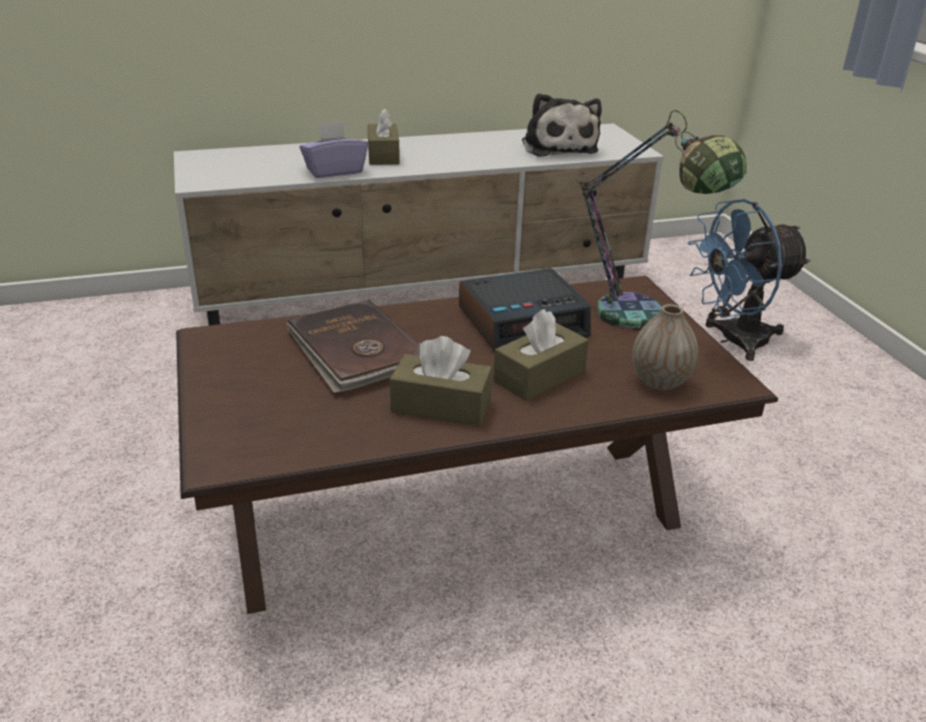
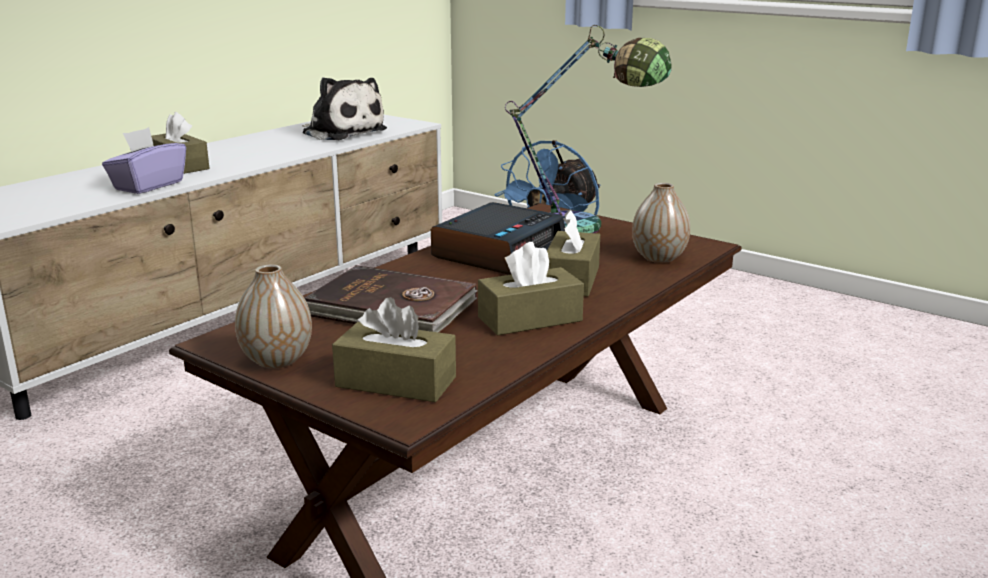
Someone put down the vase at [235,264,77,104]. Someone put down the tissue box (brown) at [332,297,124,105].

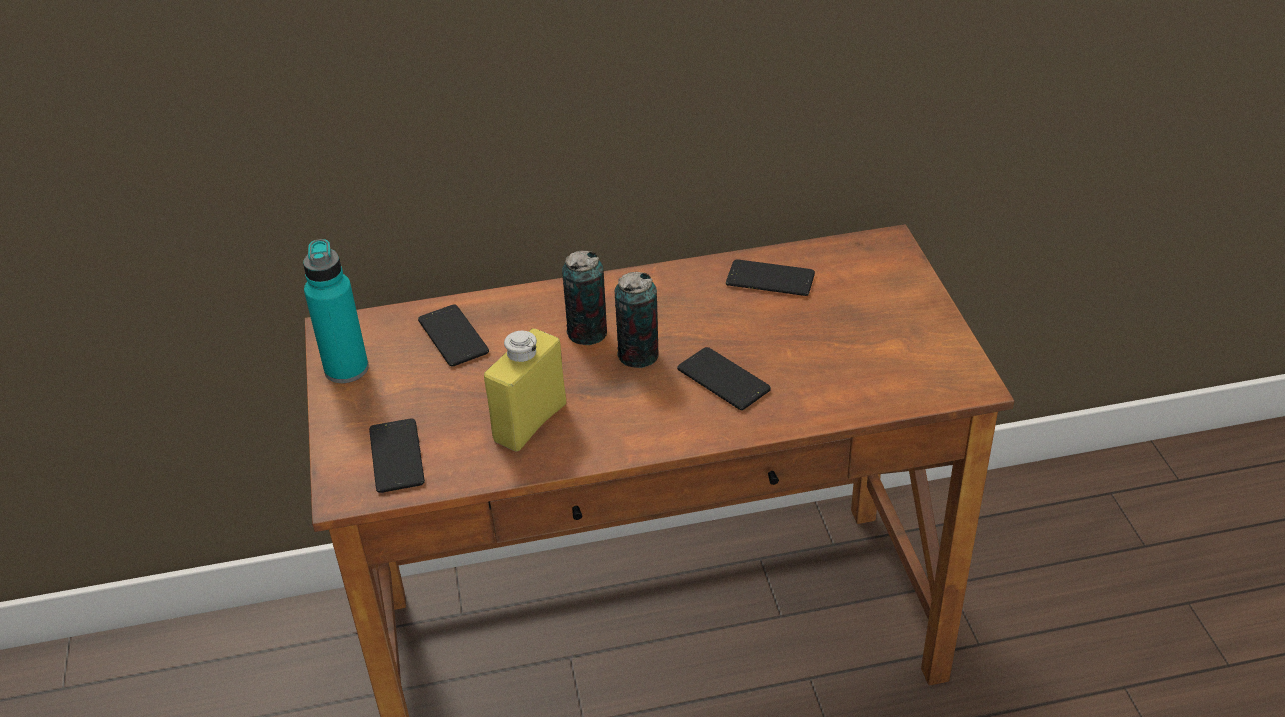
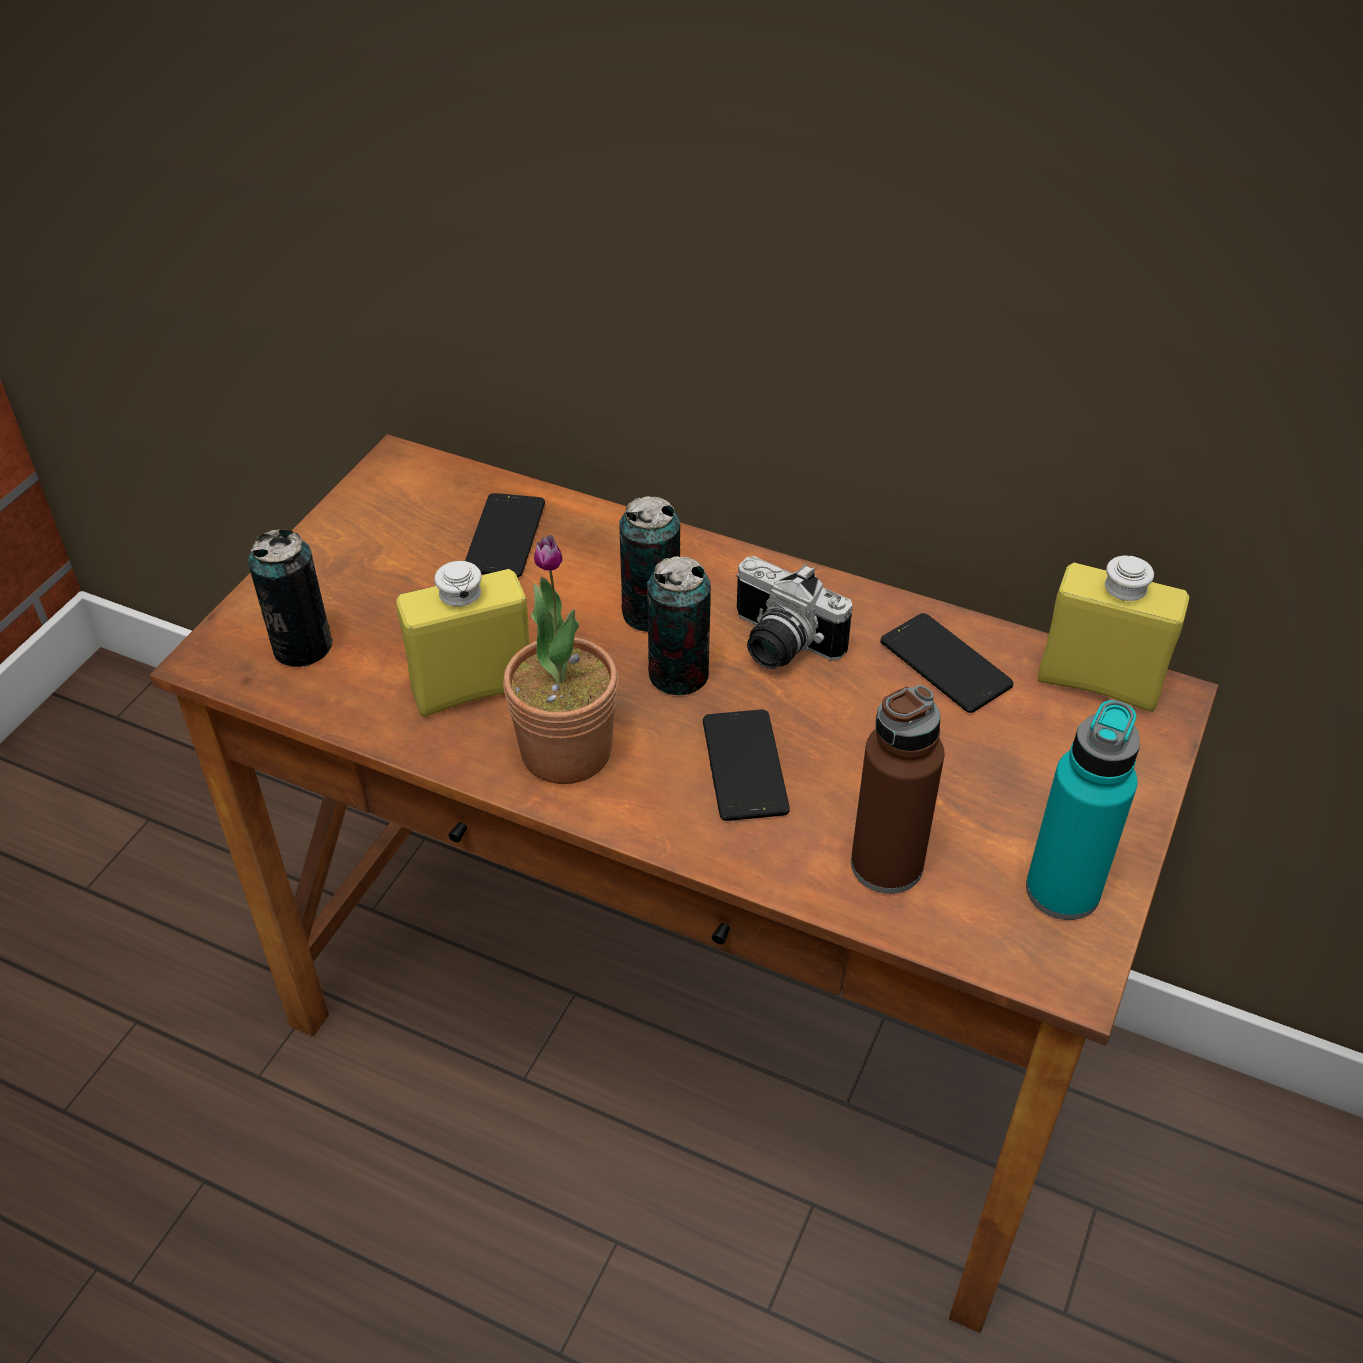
Someone swapped the phone at [369,418,56,75] for the can at [248,529,85,138]. Someone put down the potted plant at [503,535,115,249]. Someone put down the photo camera at [736,556,117,113]. Someone put down the bottle (brown) at [851,685,93,209]. Someone carried the bottle (turquoise) from [303,239,66,144] to [1026,700,114,220]. Someone put down the bottle (yellow) at [1038,554,151,158].

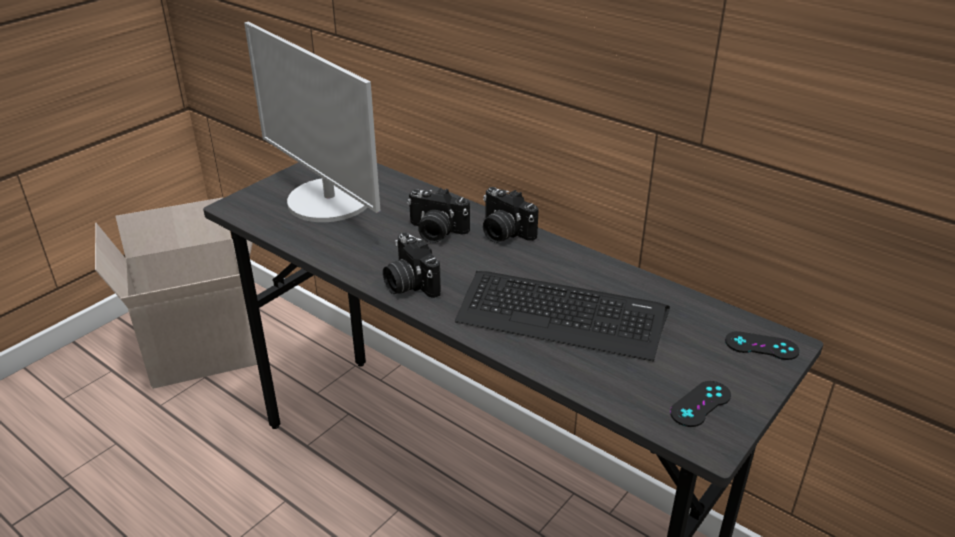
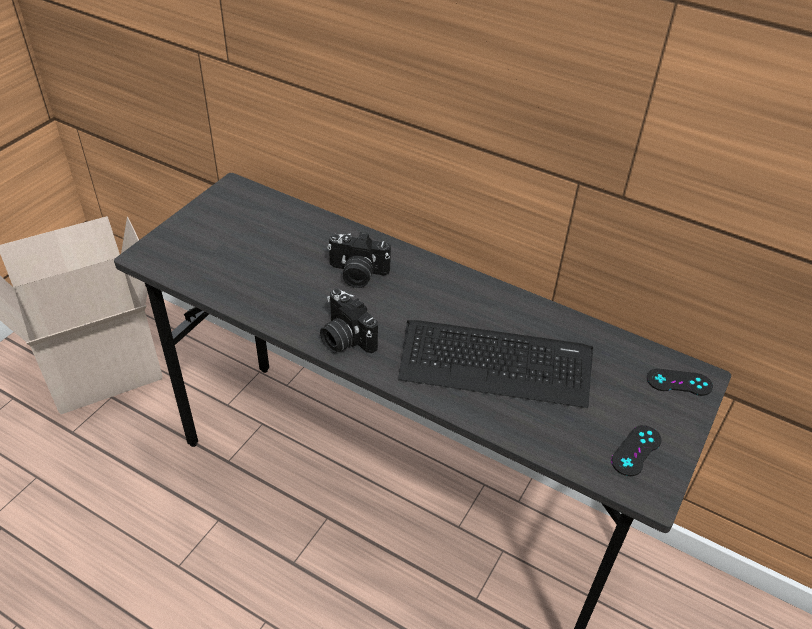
Someone took away the monitor at [244,22,137,200]. Someone took away the photo camera at [483,187,56,56].

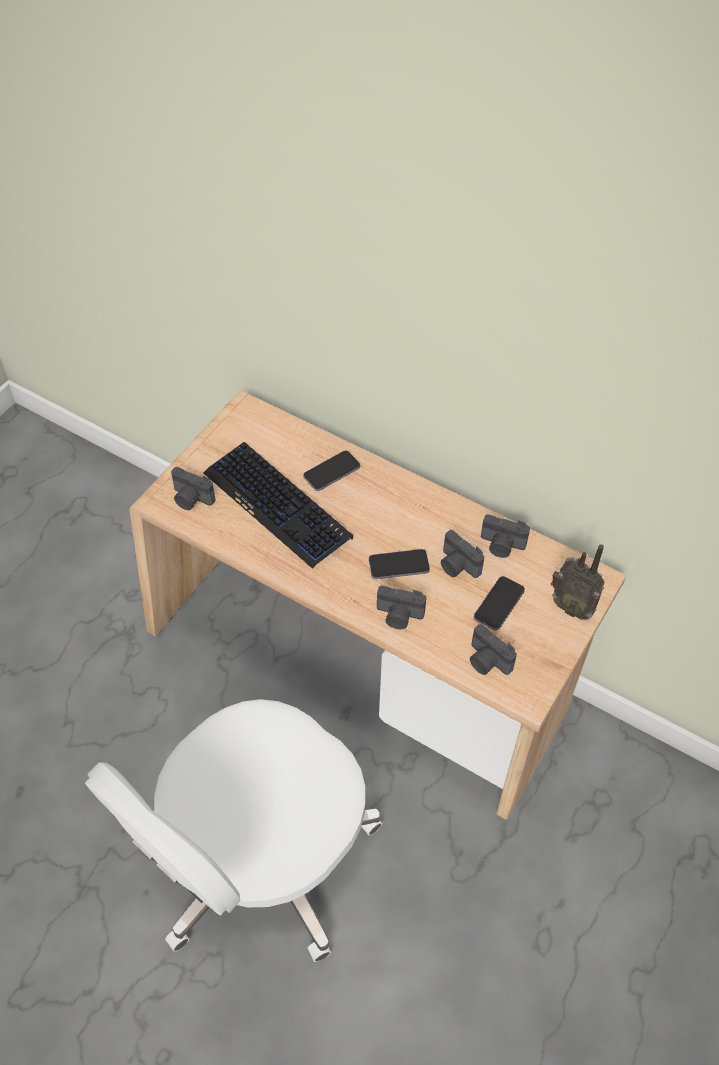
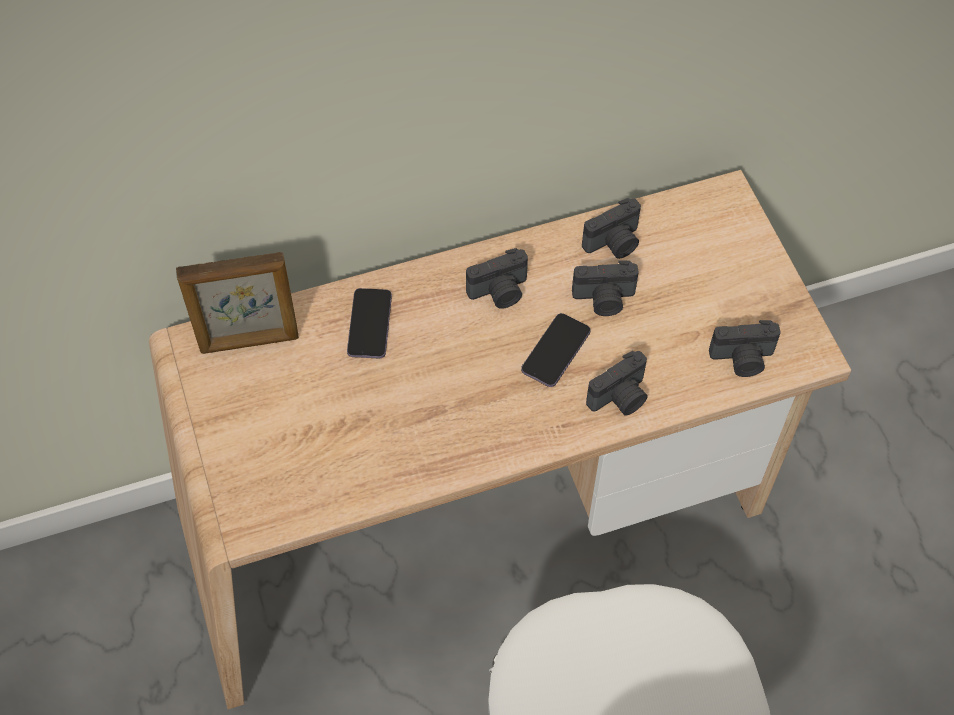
Someone put down the picture frame at [176,252,123,102]. Someone carried the photo camera from [171,467,44,43] to [466,248,62,61]. Someone took away the keyboard at [204,442,149,127]. Someone took away the phone at [474,576,51,55]. Someone took away the radio at [550,544,55,76].

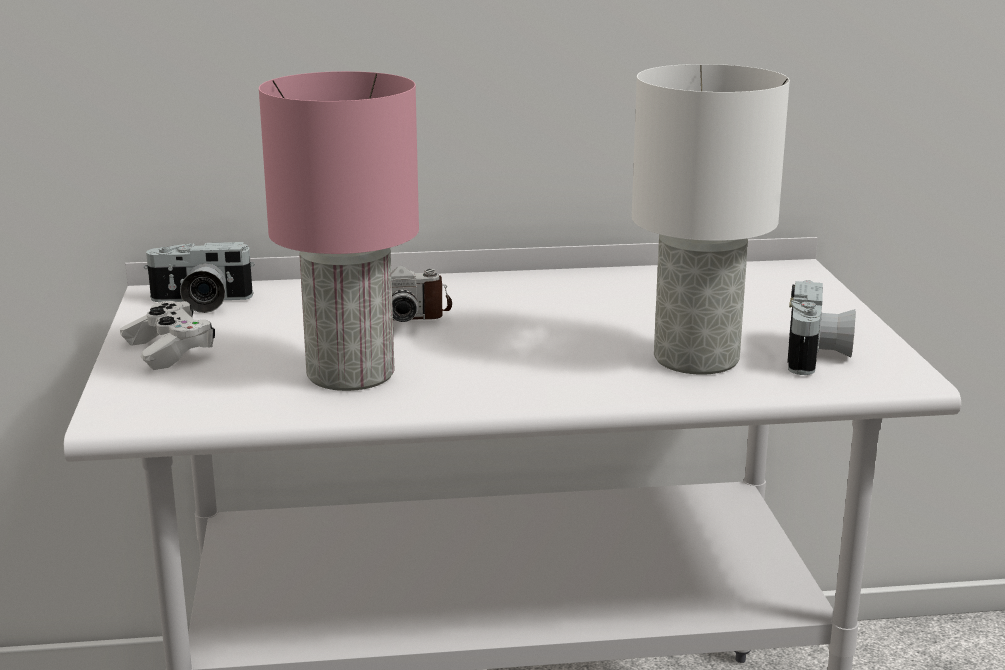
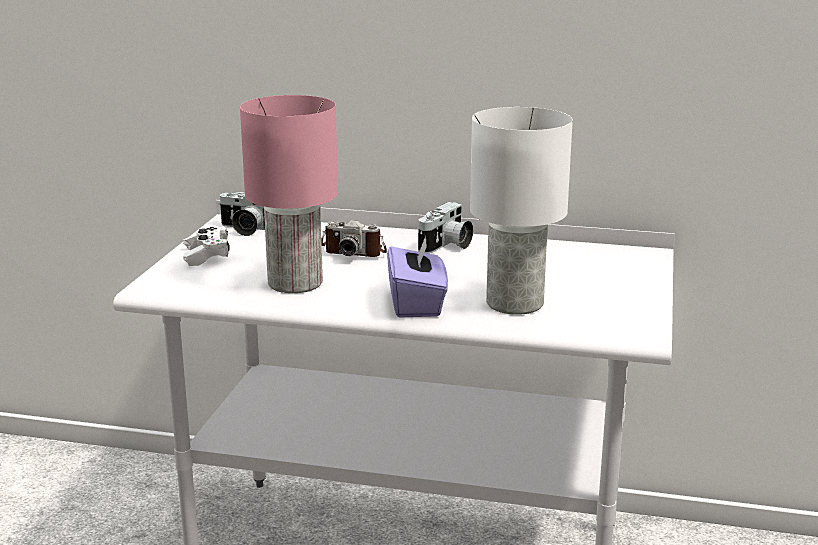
Someone put down the tissue box (purple) at [387,236,61,82]. Someone carried the photo camera from [787,280,69,95] to [418,202,55,52].

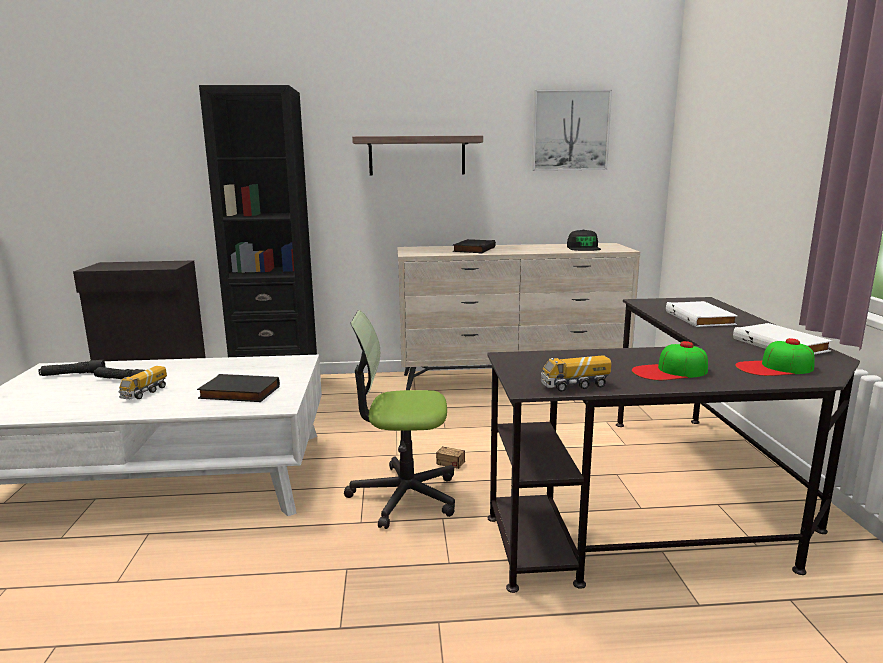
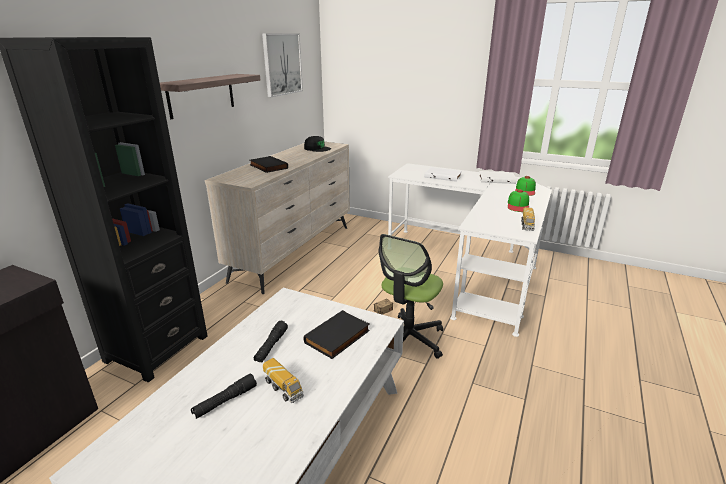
Someone carried the flashlight (black) from [38,360,67,16] to [254,321,34,41]. Someone repainted the desk (black) at [487,297,373,296], which became the desk (white) at [388,163,164,174].

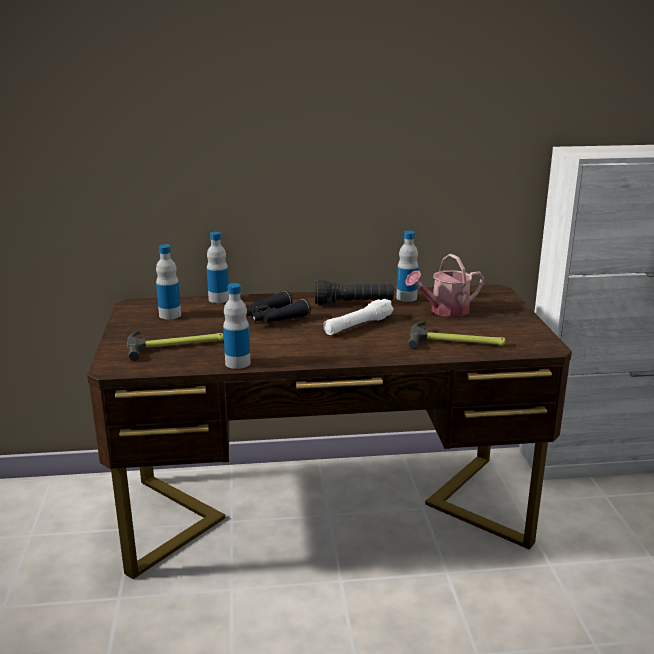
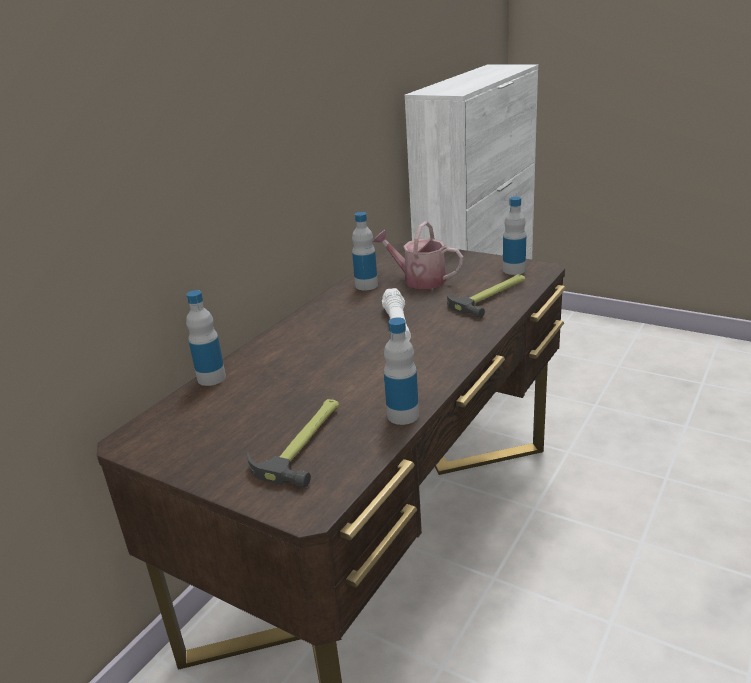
Someone rotated the watering can at [405,254,79,63] by 105 degrees clockwise. Someone carried the bottle from [156,244,25,75] to [503,197,23,78]. Someone took away the binoculars (black) at [246,291,65,32]. Someone took away the flashlight (black) at [315,280,79,25].

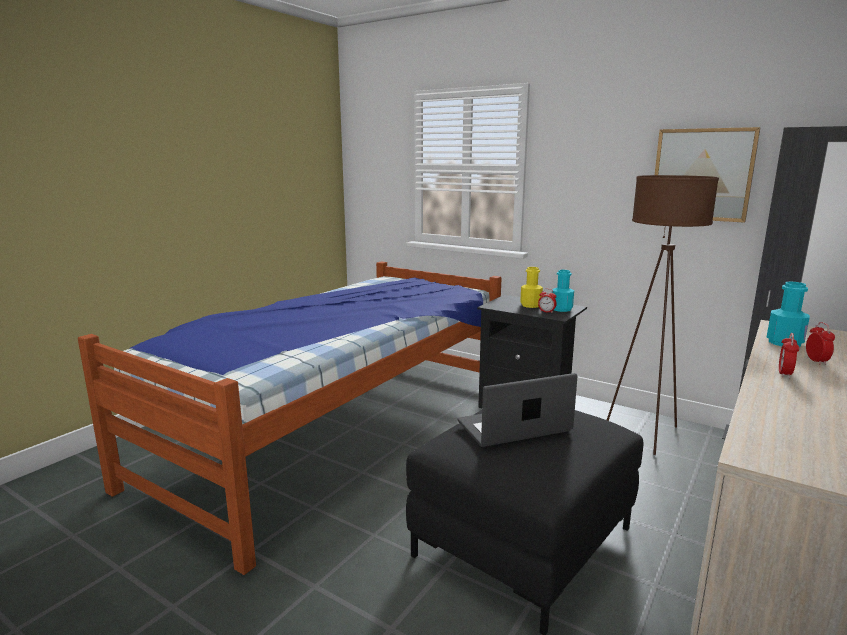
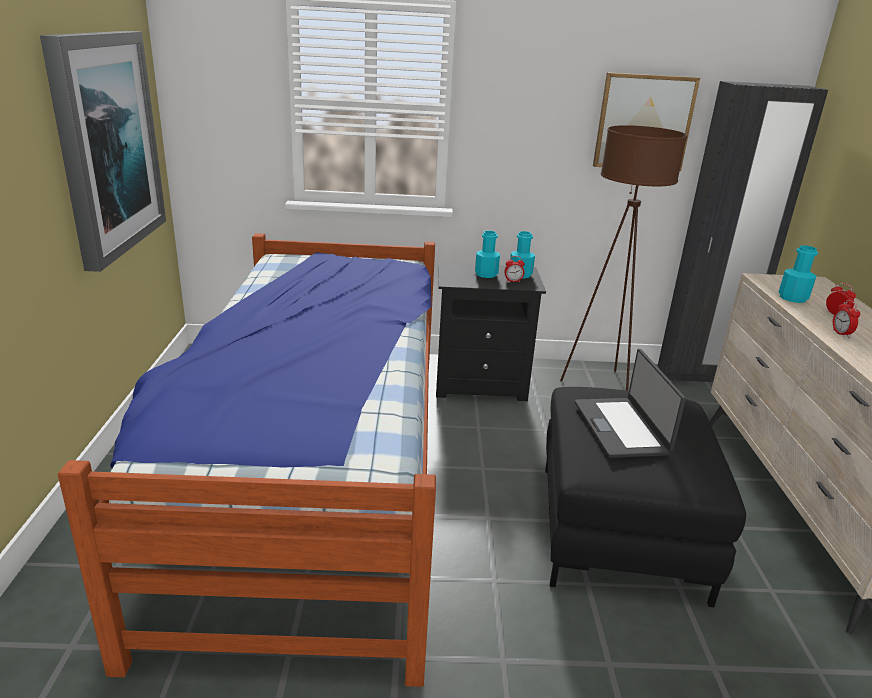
Someone put up the picture at [40,31,126,241]. Someone repainted the bottle (yellow) at [520,267,23,41], which became the bottle (turquoise) at [475,231,25,47]. Someone rotated the laptop at [458,373,120,74] by 45 degrees counterclockwise.

